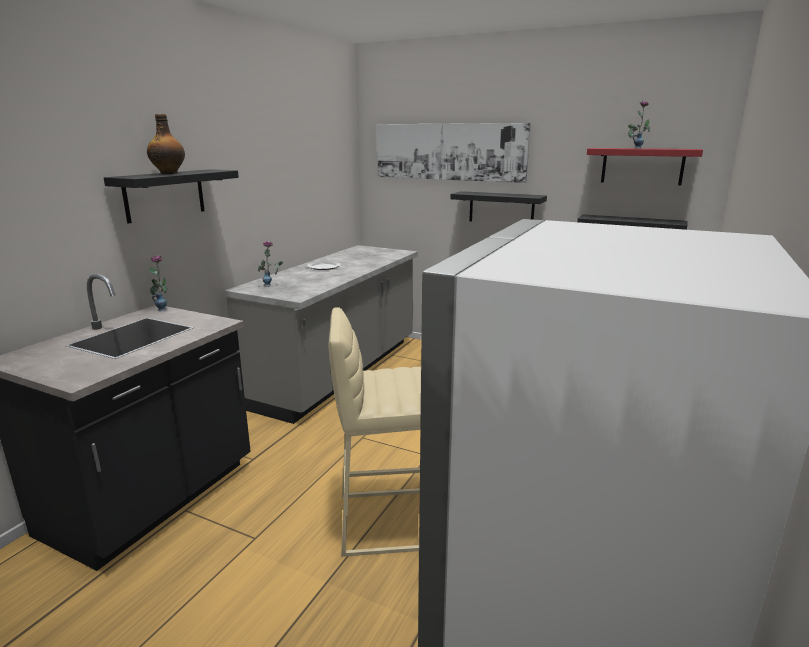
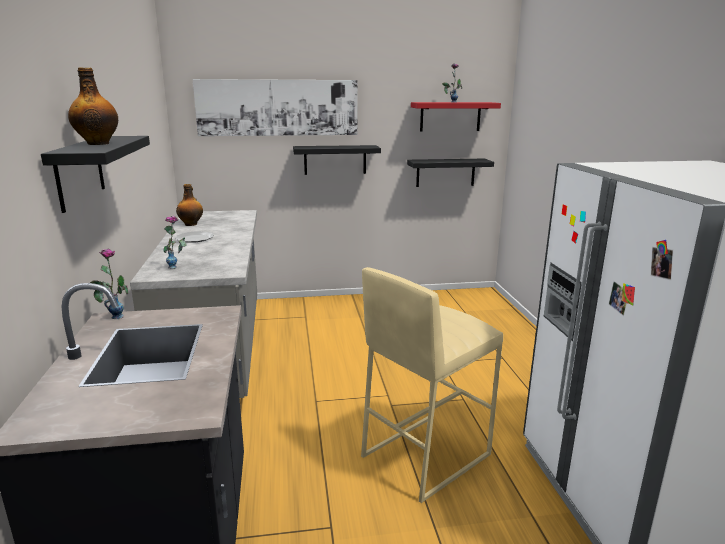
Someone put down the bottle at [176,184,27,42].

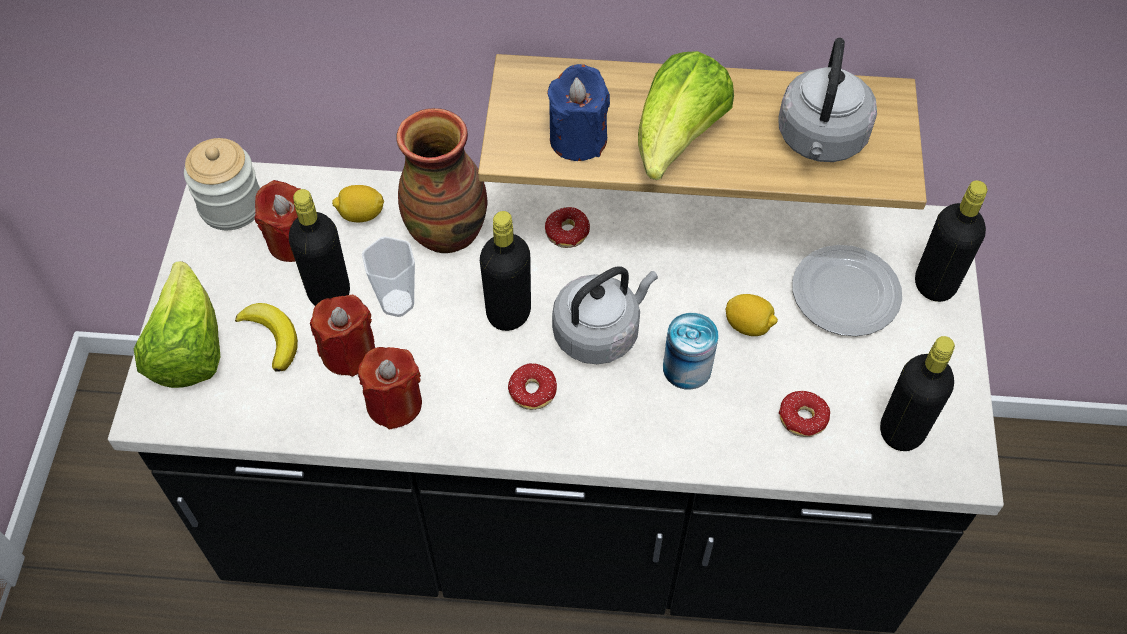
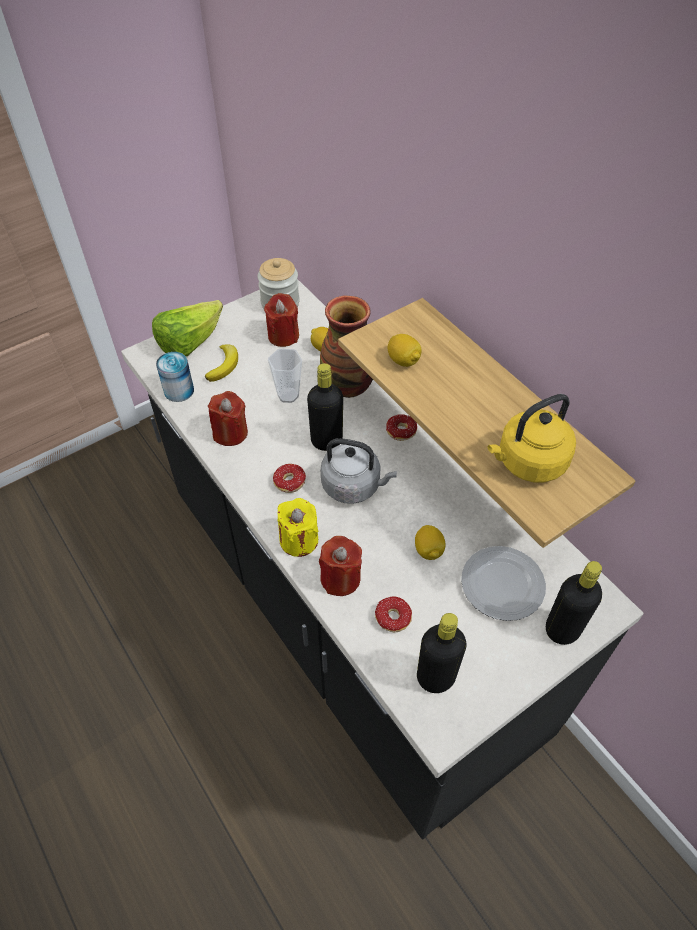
Someone carried the can from [663,313,55,77] to [156,352,38,50]. Someone put down the candle (yellow) at [278,498,40,59]. Someone carried the candle (red) from [310,295,65,82] to [319,536,43,60]. Someone swapped the candle (blue) at [547,64,63,97] for the lemon at [388,334,33,33]. Someone repainted the kettle (grey) at [778,38,99,124], which became the kettle (yellow) at [487,394,89,88]. Someone took away the bottle (black) at [289,189,61,117]. Someone took away the lettuce at [638,51,96,129].

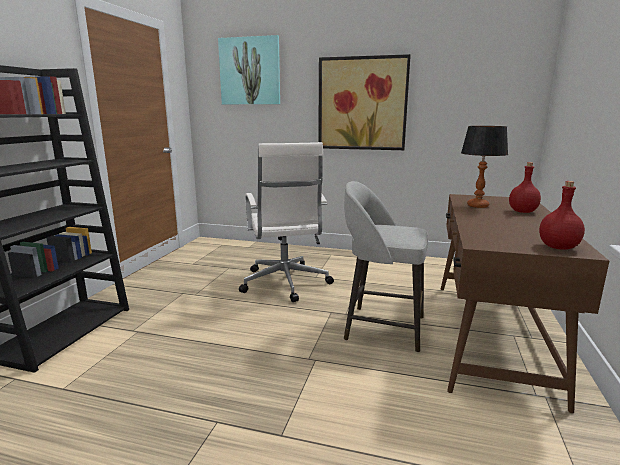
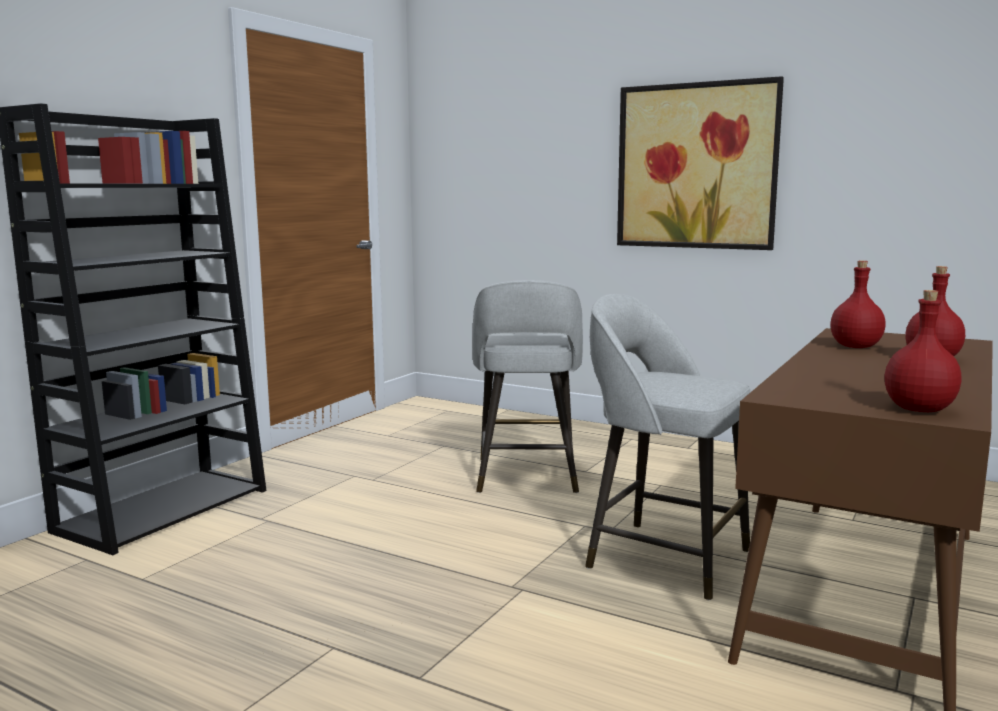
Someone swapped the office chair (white) at [239,142,95,160] for the stool (grey) at [472,280,111,213]. Someone swapped the table lamp at [461,126,47,82] for the bottle (red) at [831,261,55,87]. Someone took away the picture at [218,35,62,69].

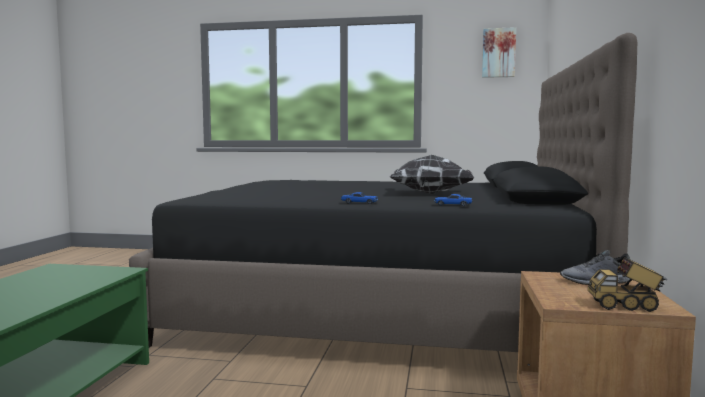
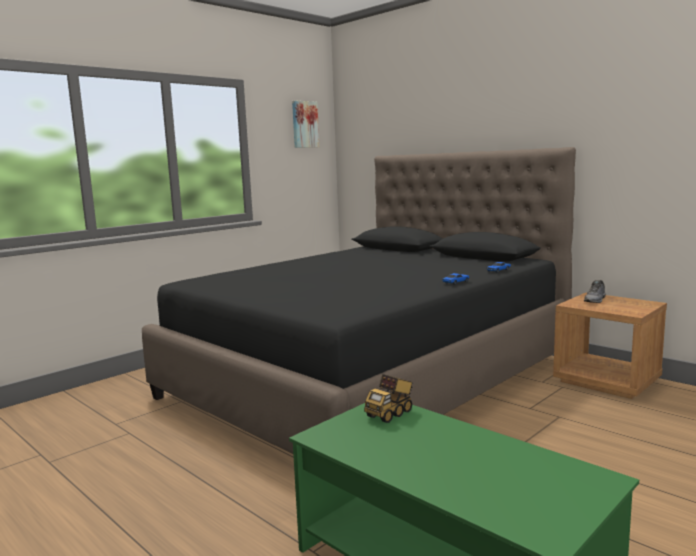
Someone carried the toy truck from [588,257,79,55] to [364,374,49,49]. Someone took away the pillow at [390,155,85,39].

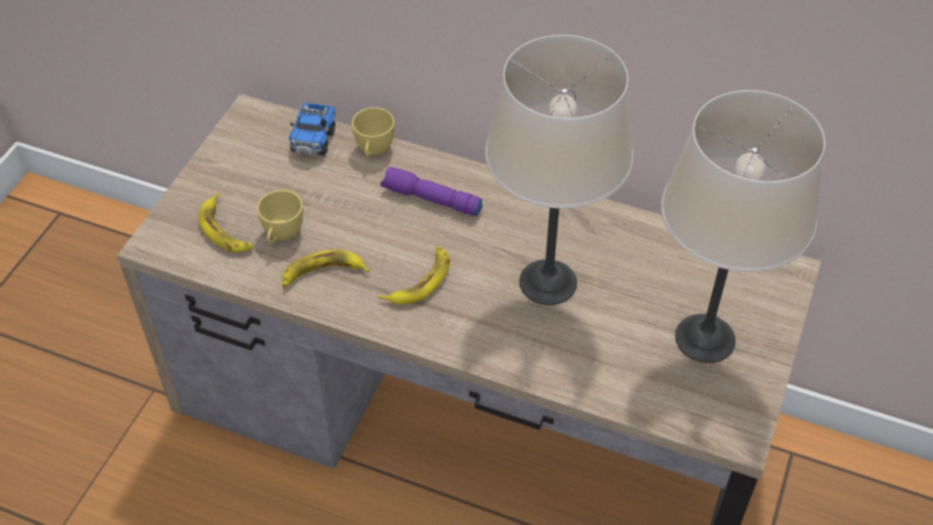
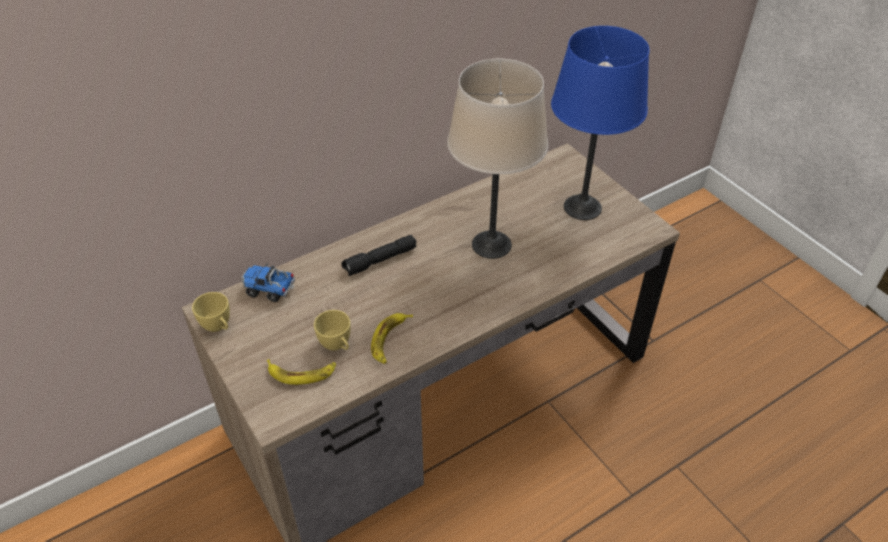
Someone carried the cup (yellow) from [352,107,43,50] to [192,292,38,40]. Someone rotated the toy truck at [288,103,48,53] by 150 degrees clockwise. Someone repainted the flashlight (purple) at [380,167,103,49], which became the flashlight (black) at [341,235,76,41]. Someone repainted the table lamp (beige) at [661,90,164,273], which became the table lamp (blue) at [551,26,98,194]. Someone took away the banana at [379,246,71,59].

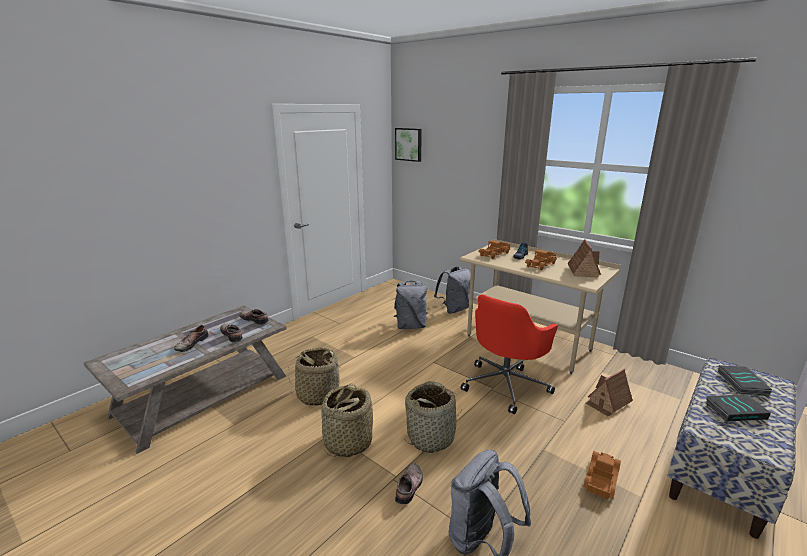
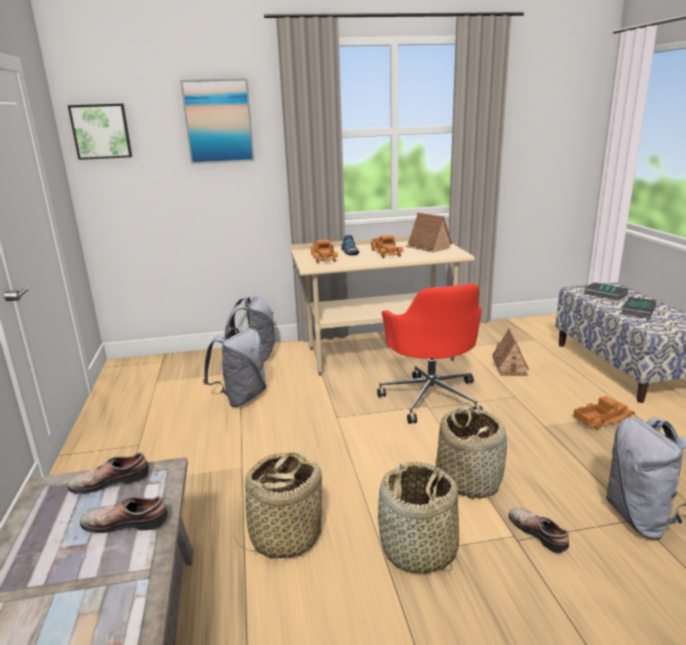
Someone put up the picture at [180,78,75,86]. Someone rotated the toy truck at [584,451,37,49] by 90 degrees clockwise. Someone took away the shoe at [174,325,35,27].

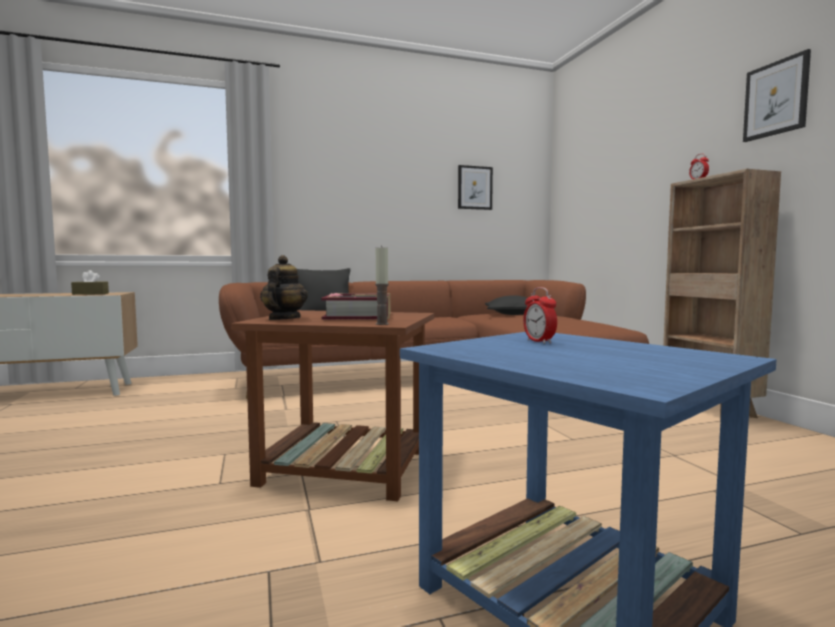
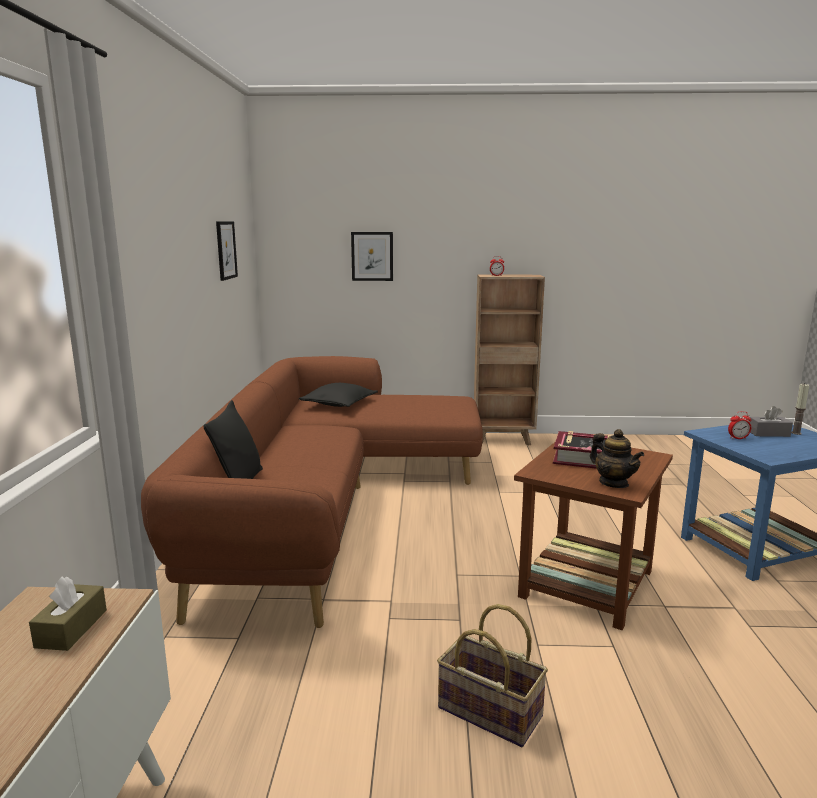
Someone carried the picture from [743,49,68,93] to [351,232,42,49]. Someone put down the basket at [437,604,111,143]. Someone rotated the teapot at [260,255,48,65] by 150 degrees counterclockwise. Someone put down the tissue box (grey) at [749,406,44,31]. Someone carried the candle from [375,245,14,80] to [791,384,18,51].

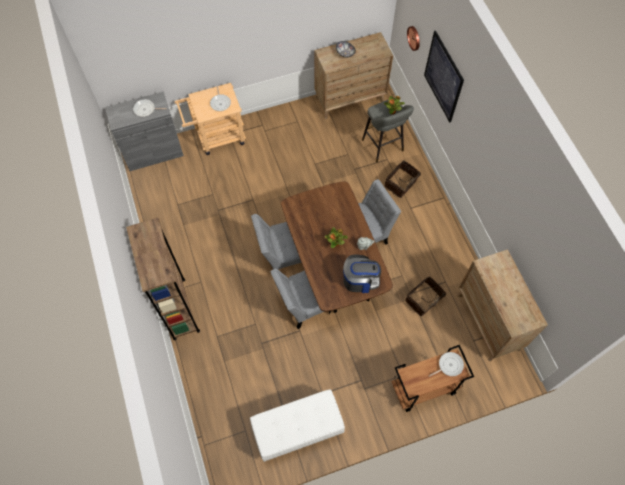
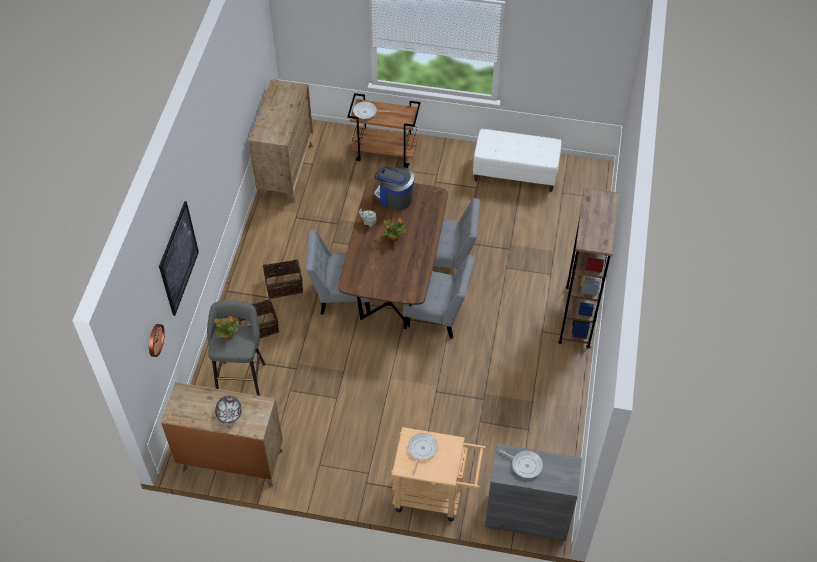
Someone carried the basket from [405,276,41,40] to [263,259,40,40].

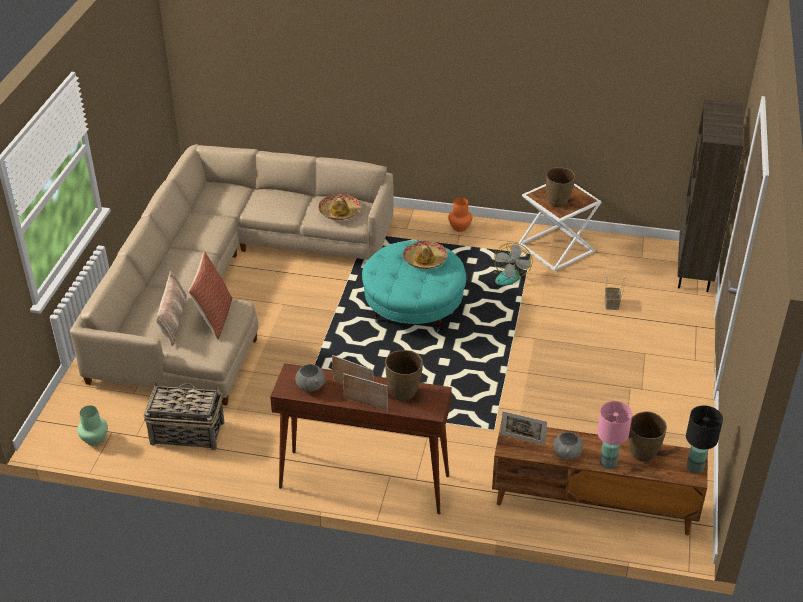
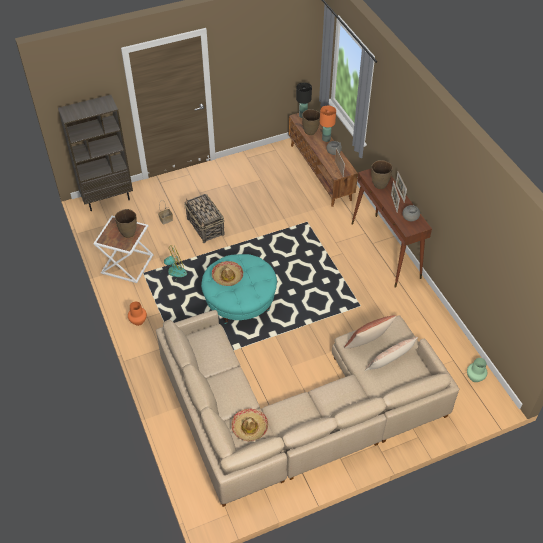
Someone carried the basket from [143,382,81,68] to [184,194,41,49]. Someone carried the hat from [318,194,43,26] to [231,409,38,33]. Someone repainted the table lamp (pink) at [597,401,35,68], which became the table lamp (orange) at [320,106,16,36].

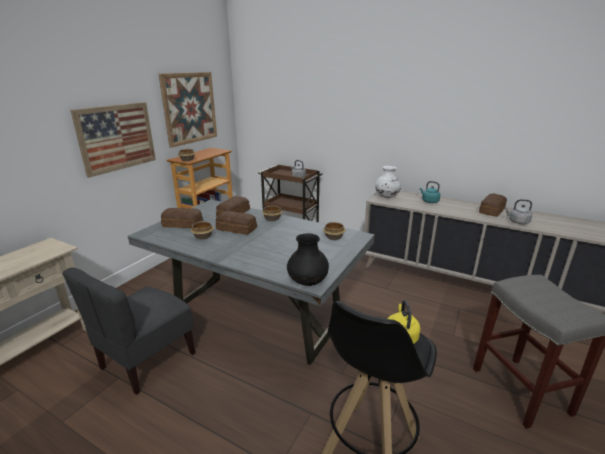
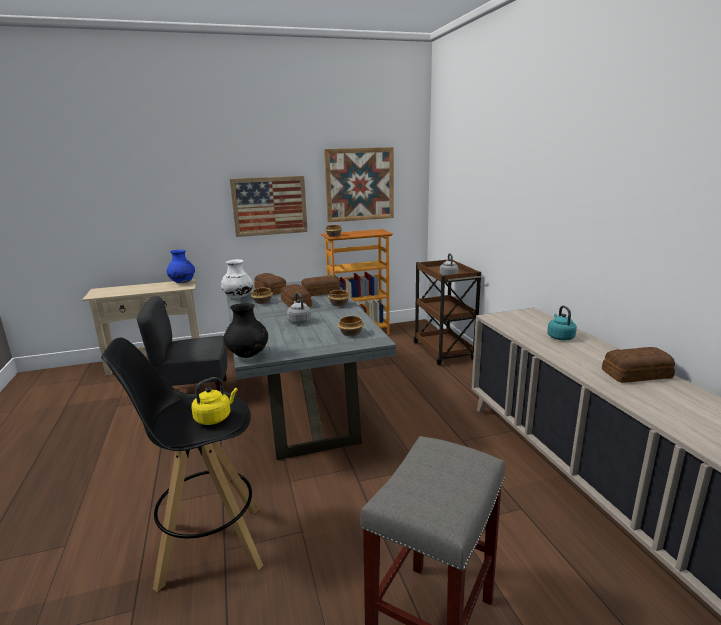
Someone put down the vase (blue) at [167,250,28,33]. Someone carried the vase (white) from [375,166,26,32] to [221,259,32,40]. Someone carried the kettle (grey) from [505,199,27,25] to [287,293,24,31].

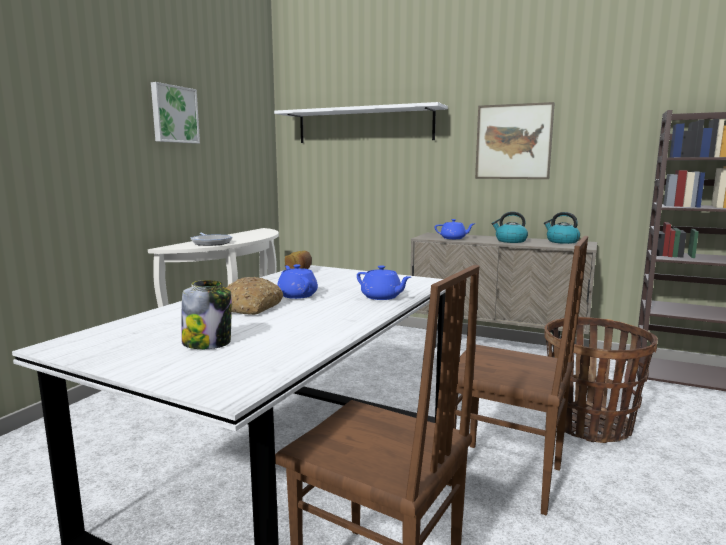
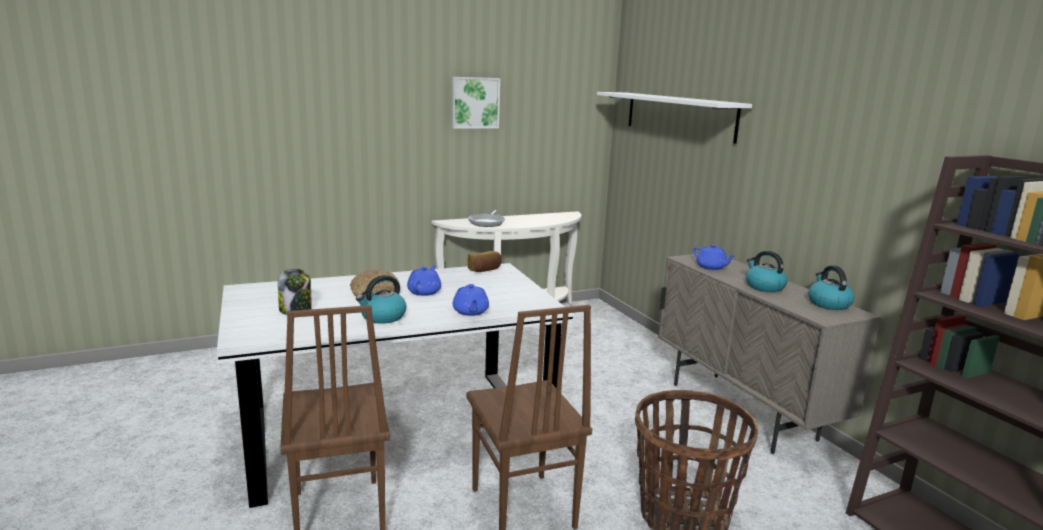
Someone put down the kettle at [356,275,51,49]. Someone took away the picture at [475,102,80,77].

